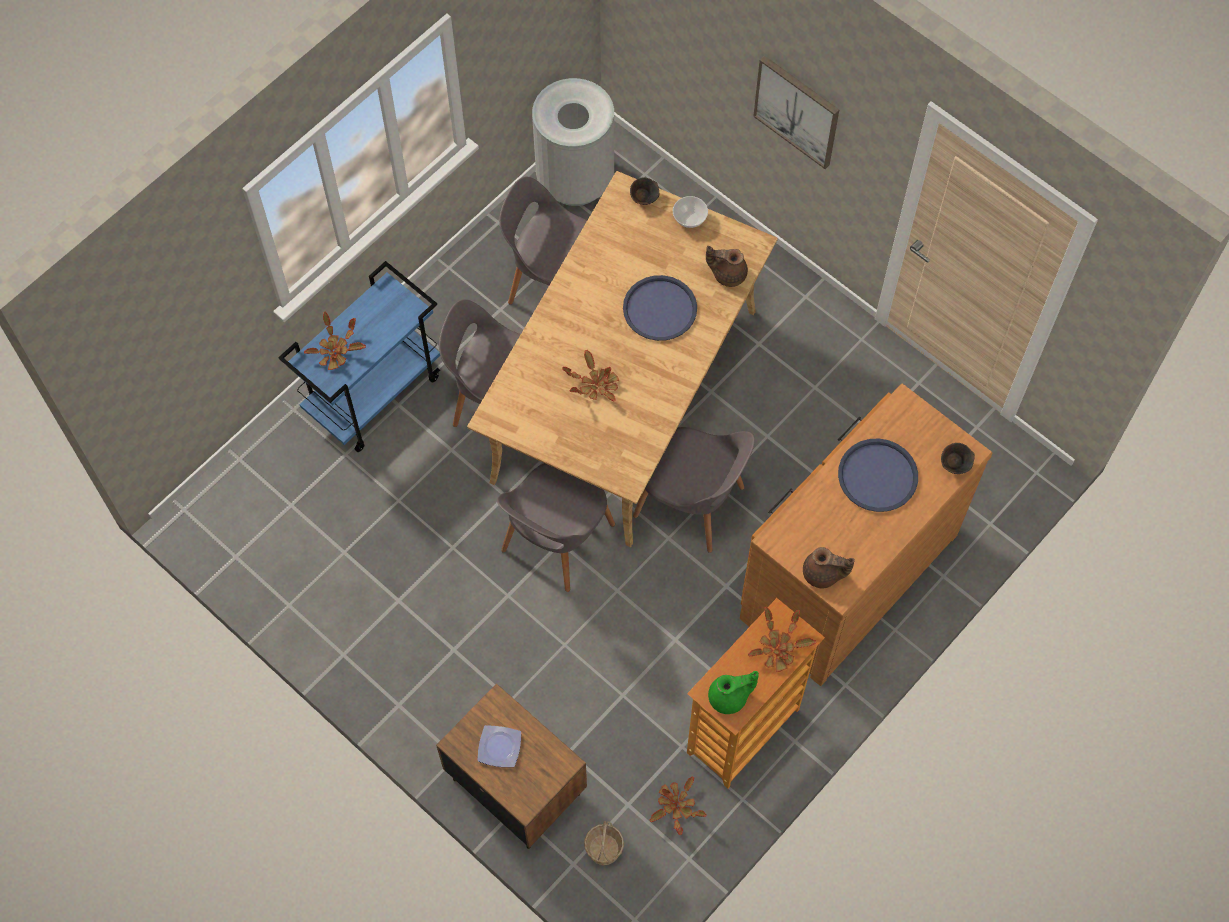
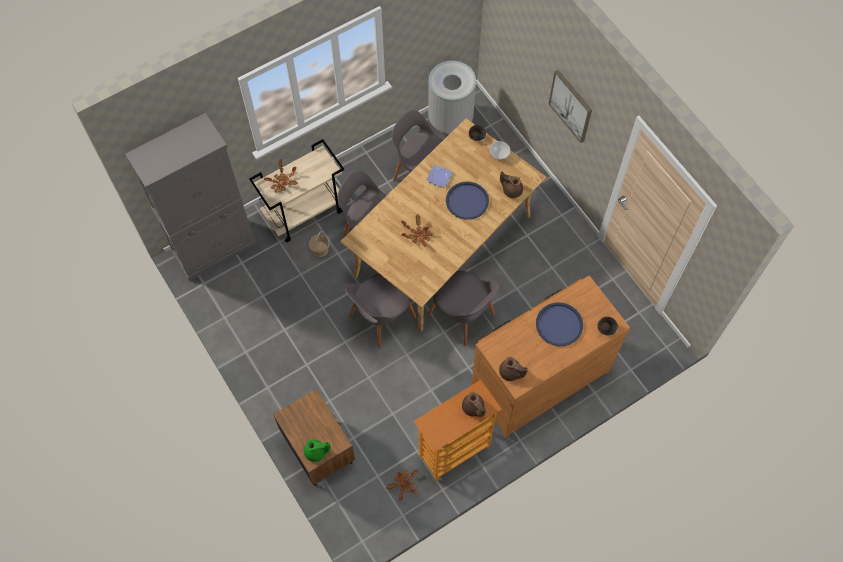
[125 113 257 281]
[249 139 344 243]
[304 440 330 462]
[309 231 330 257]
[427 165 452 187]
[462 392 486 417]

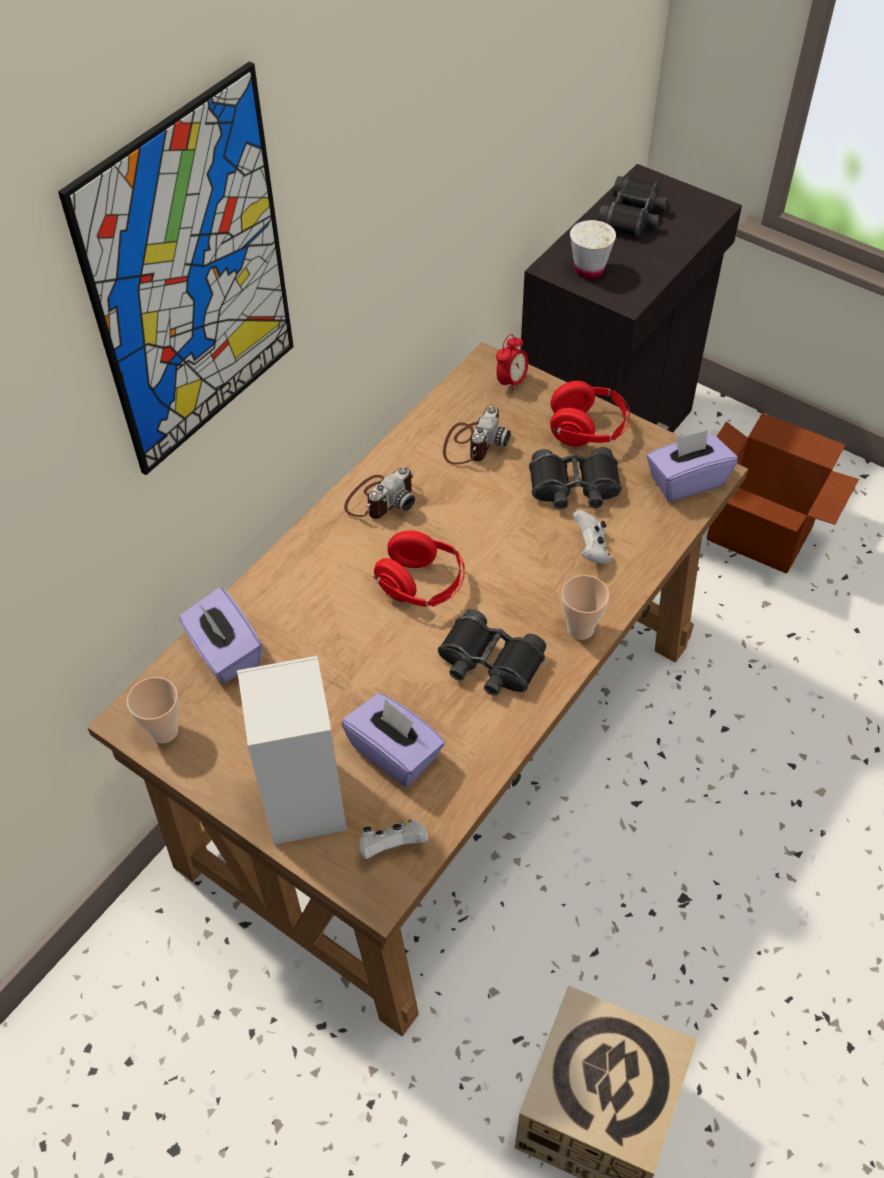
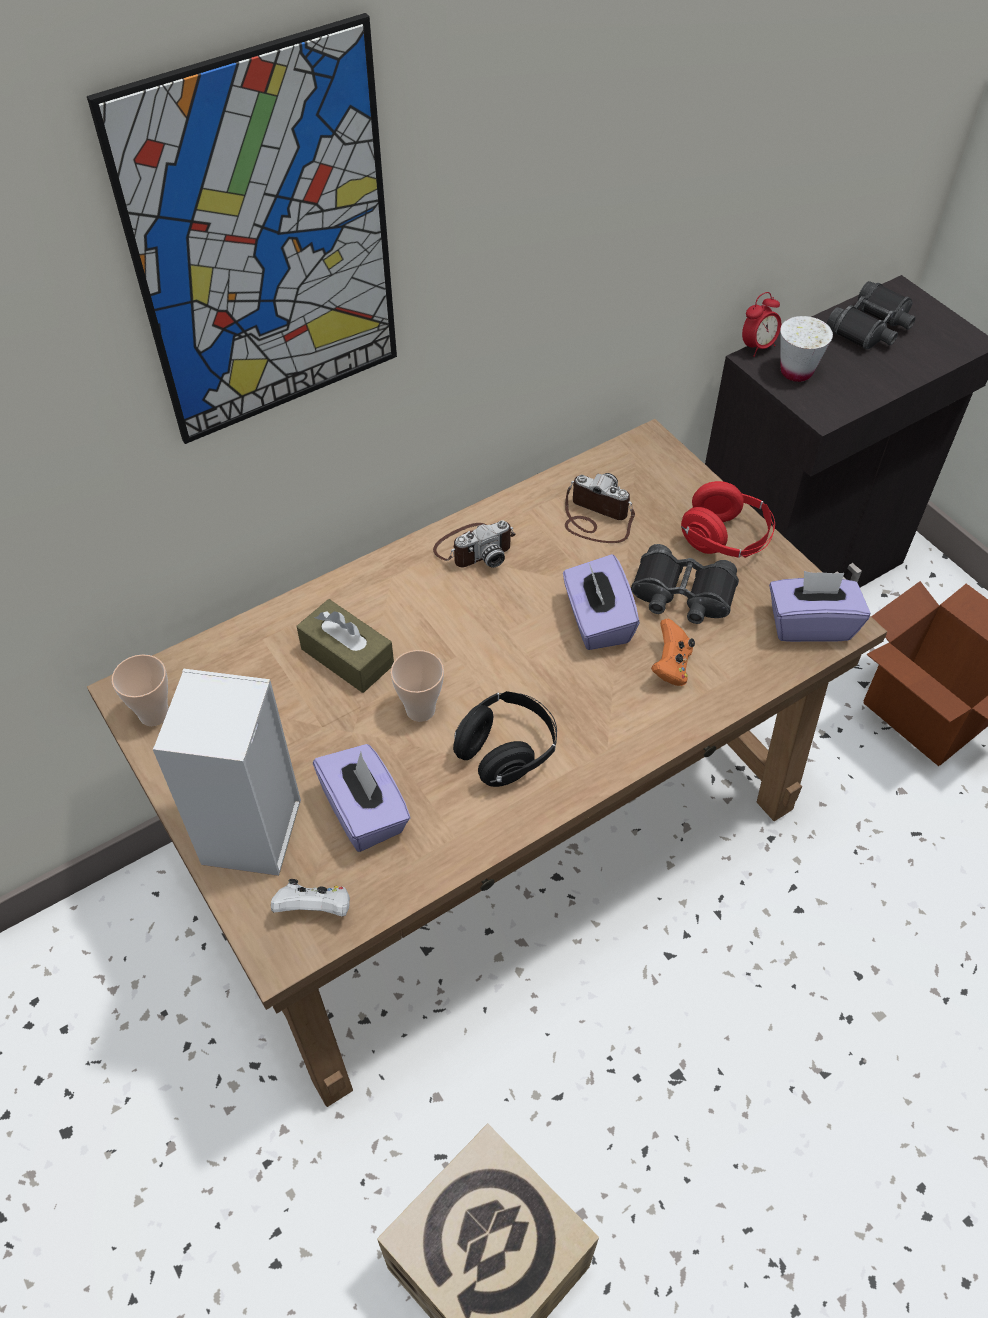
[297 599 394 693]
[391 650 444 722]
[453 691 557 787]
[563 554 640 650]
[565 473 635 543]
[651 619 695 686]
[742 292 781 357]
[373 531 465 607] (first image)

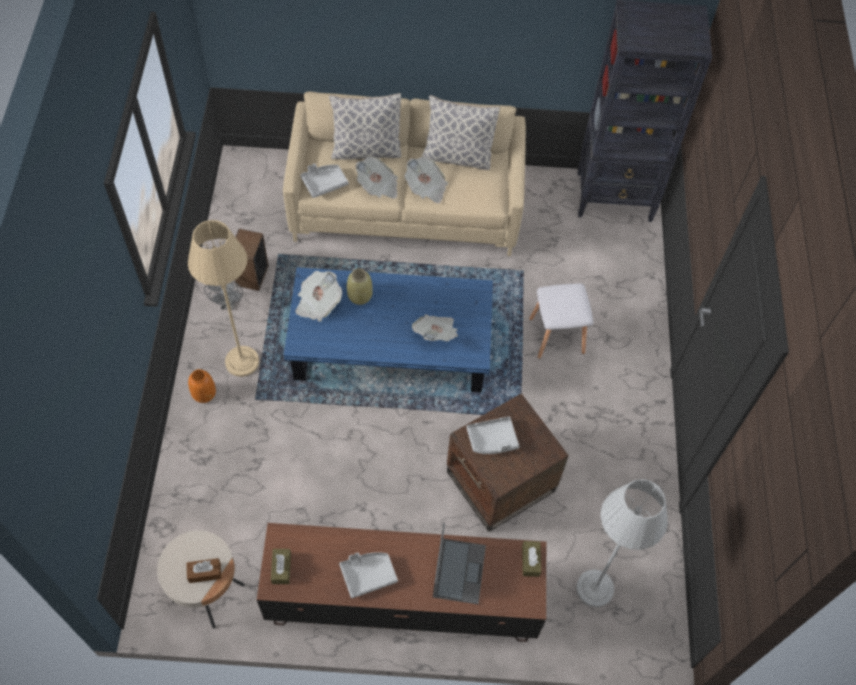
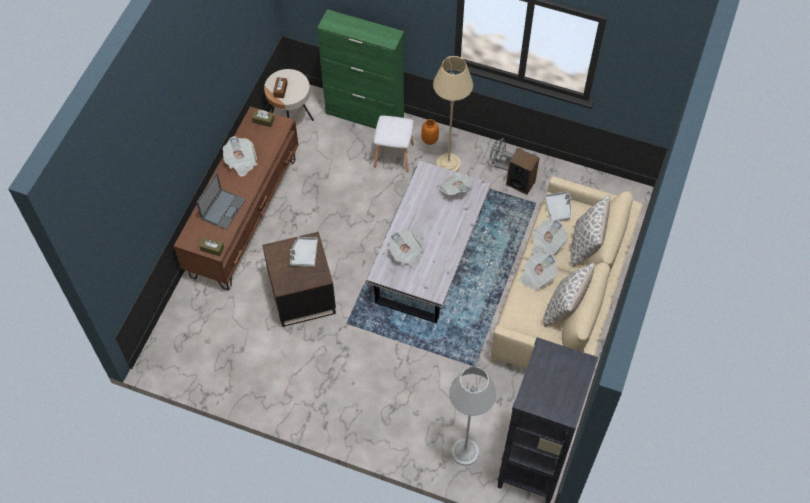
[196 173 246 230]
[223 136 257 177]
[317 9 404 129]
[367 161 491 323]
[374 115 414 172]
[449 366 496 466]
[347 268 373 305] (first image)

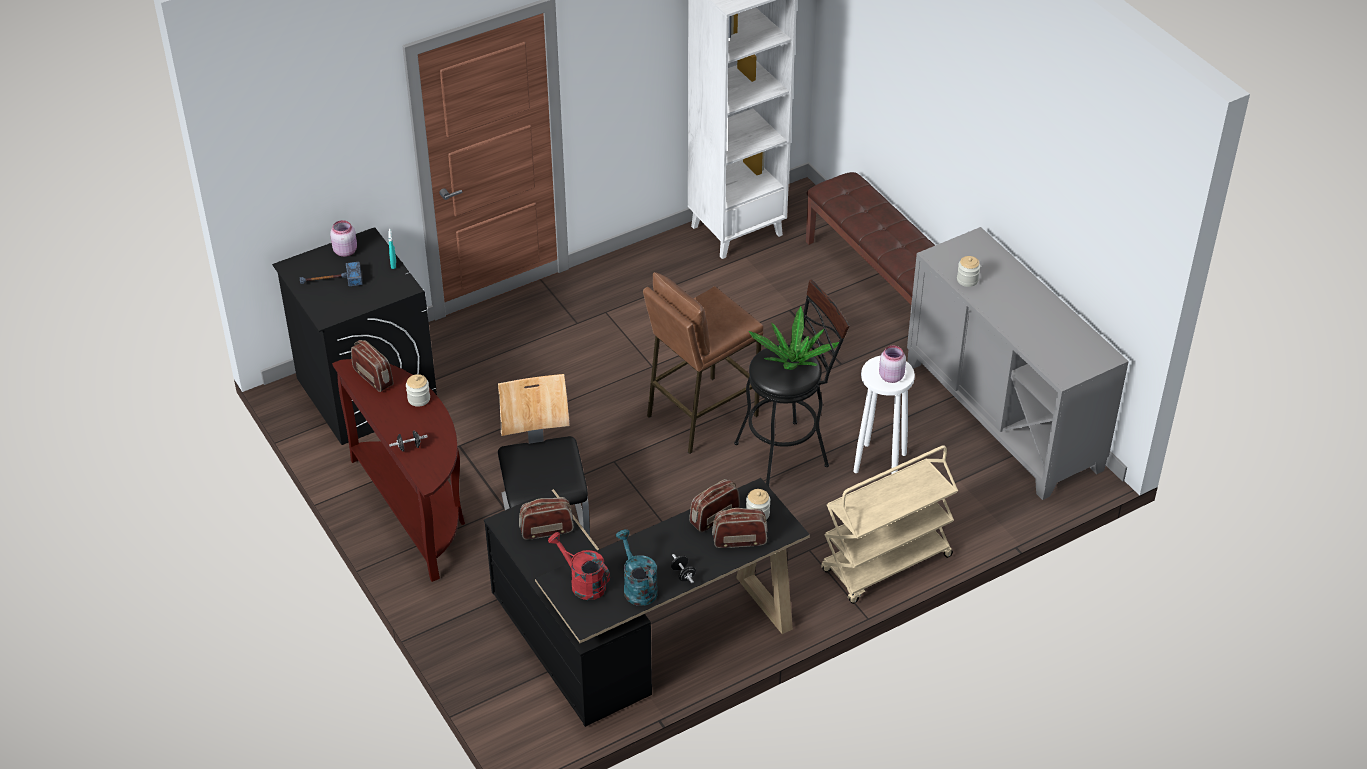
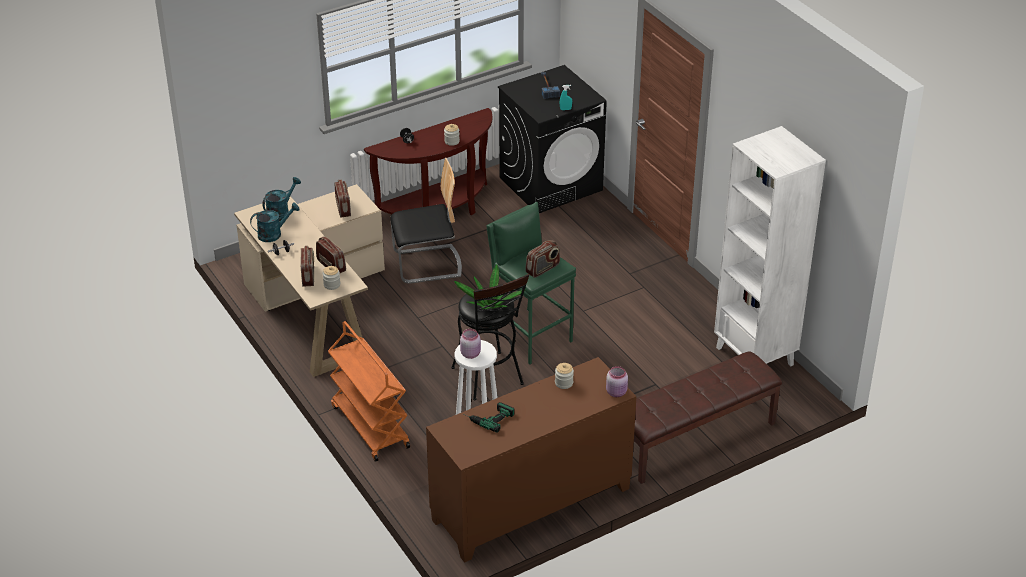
[234 184 385 377]
[262 177 301 221]
[328 321 410 462]
[426 357 637 563]
[463 402 515 433]
[487 202 576 365]
[525 240 560 278]
[606 366 628 397]

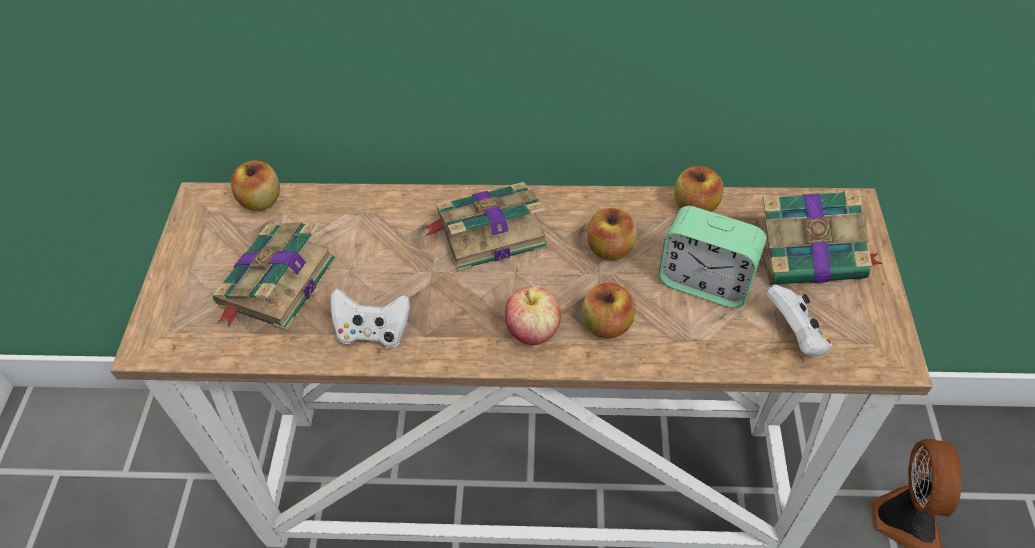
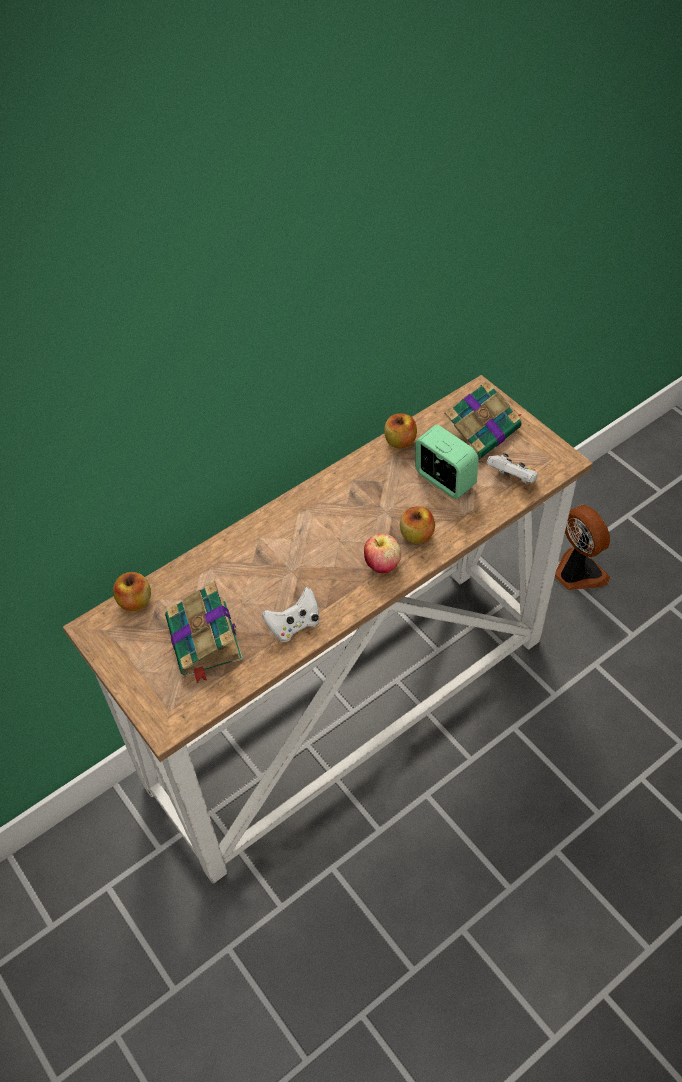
[415 425 479 499]
[423 182 547 272] (first image)
[587 208 637 260] (first image)

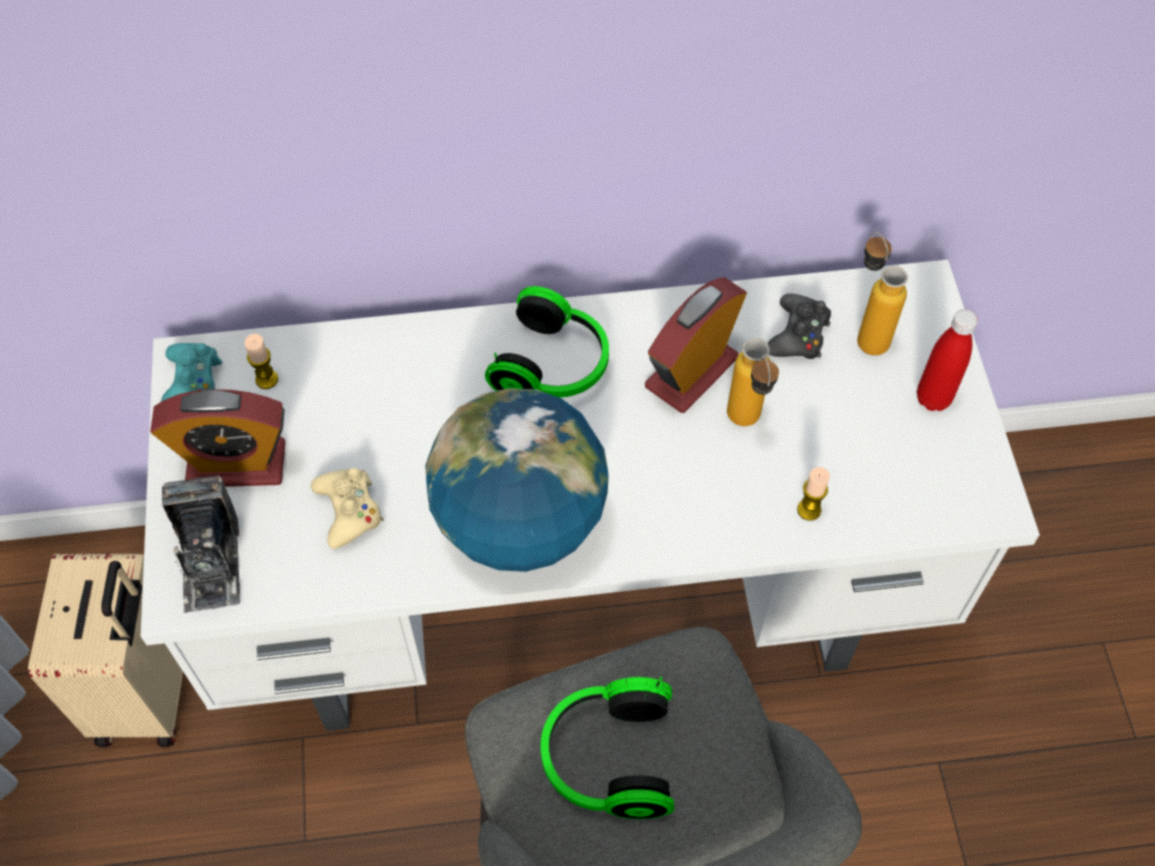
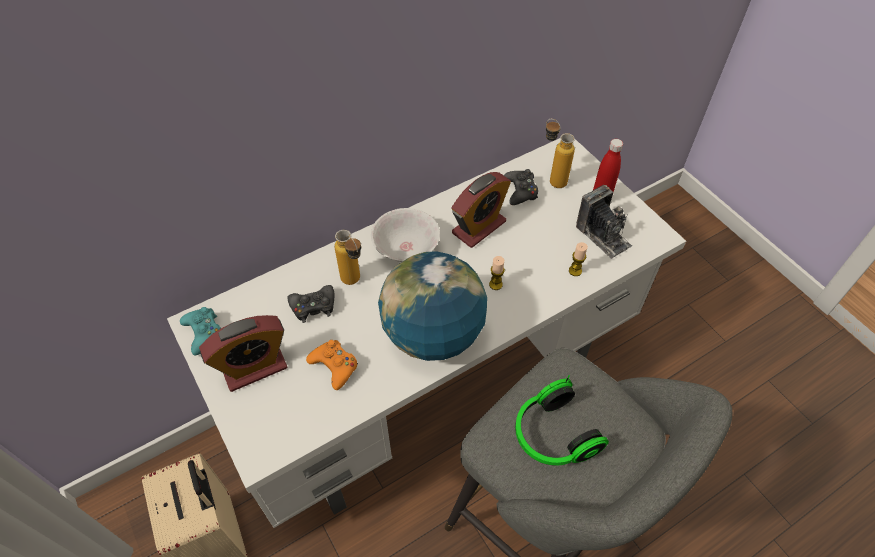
[287 285 335 323]
[306 340 358 390]
[334 230 361 285]
[371 208 440 262]
[451 172 511 248]
[489 256 505 290]
[576 185 632 259]

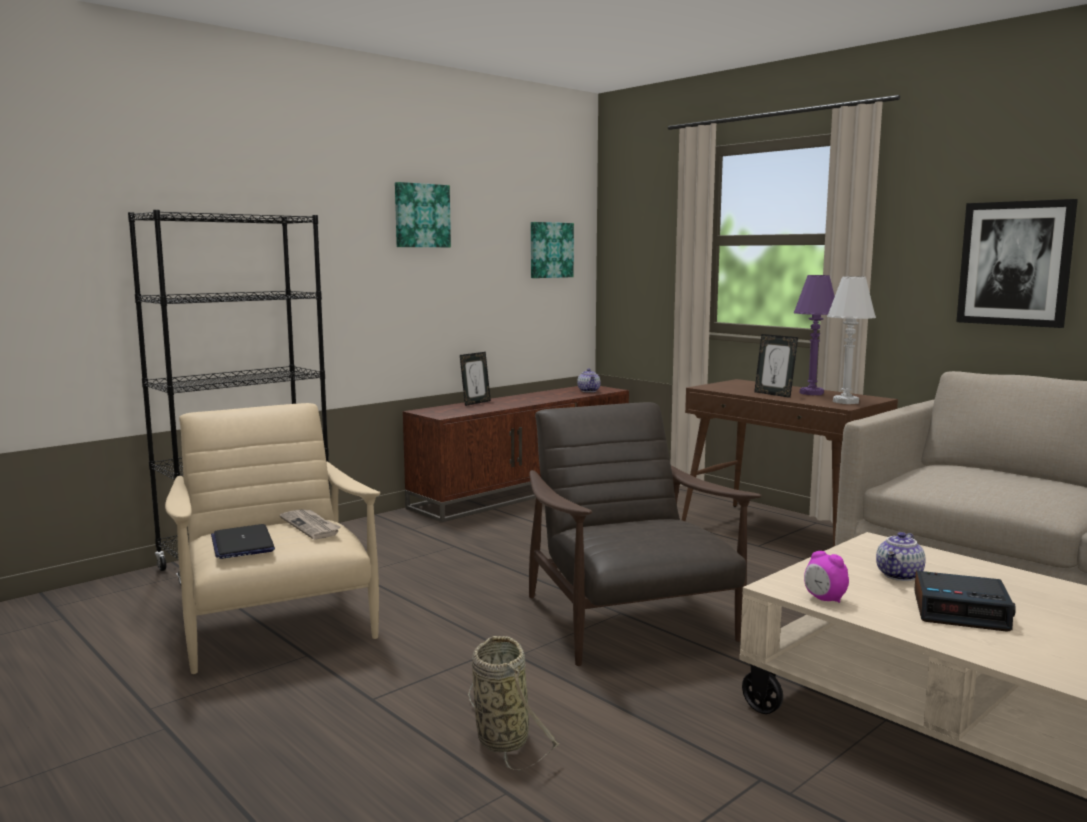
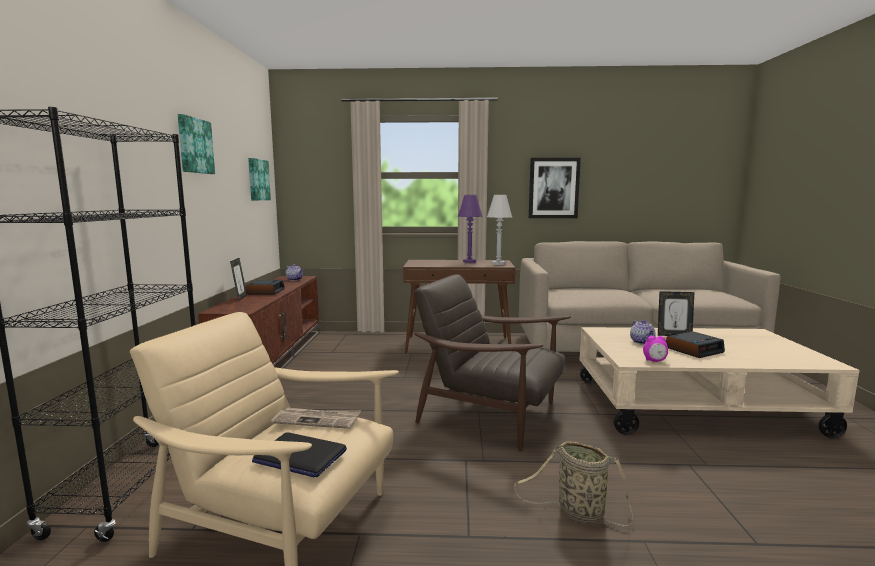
[246 280 285 295]
[658 291 694 336]

